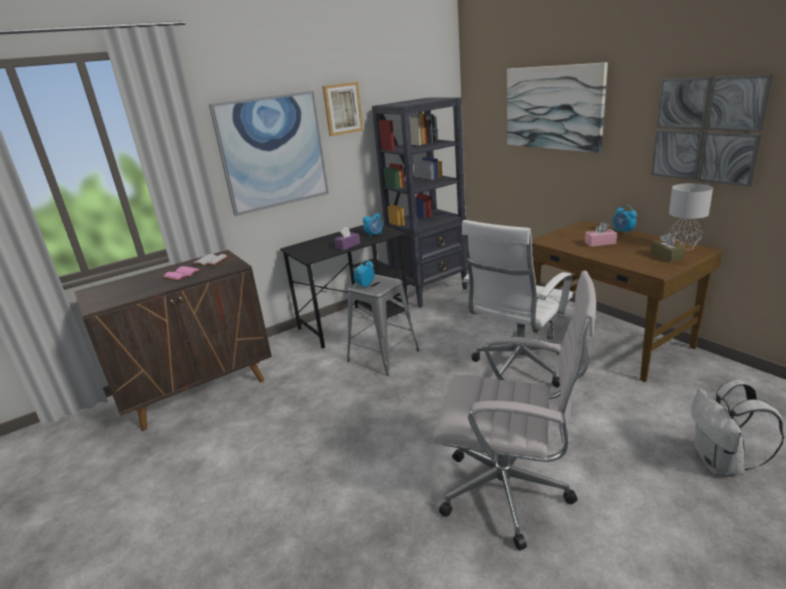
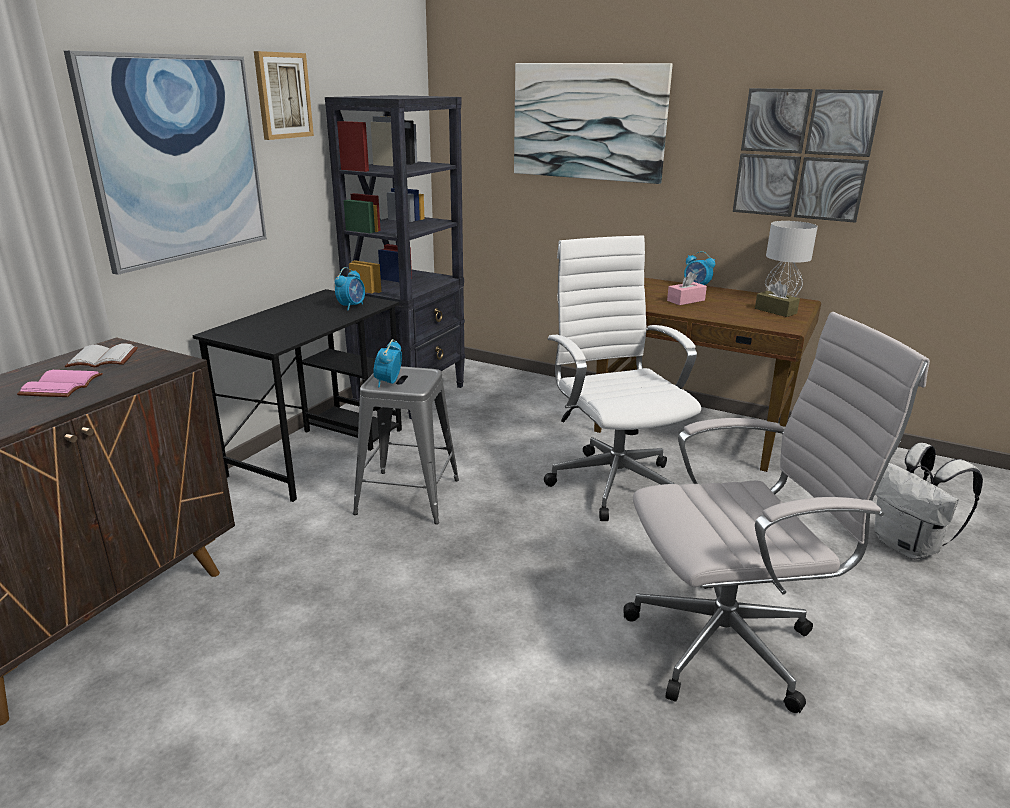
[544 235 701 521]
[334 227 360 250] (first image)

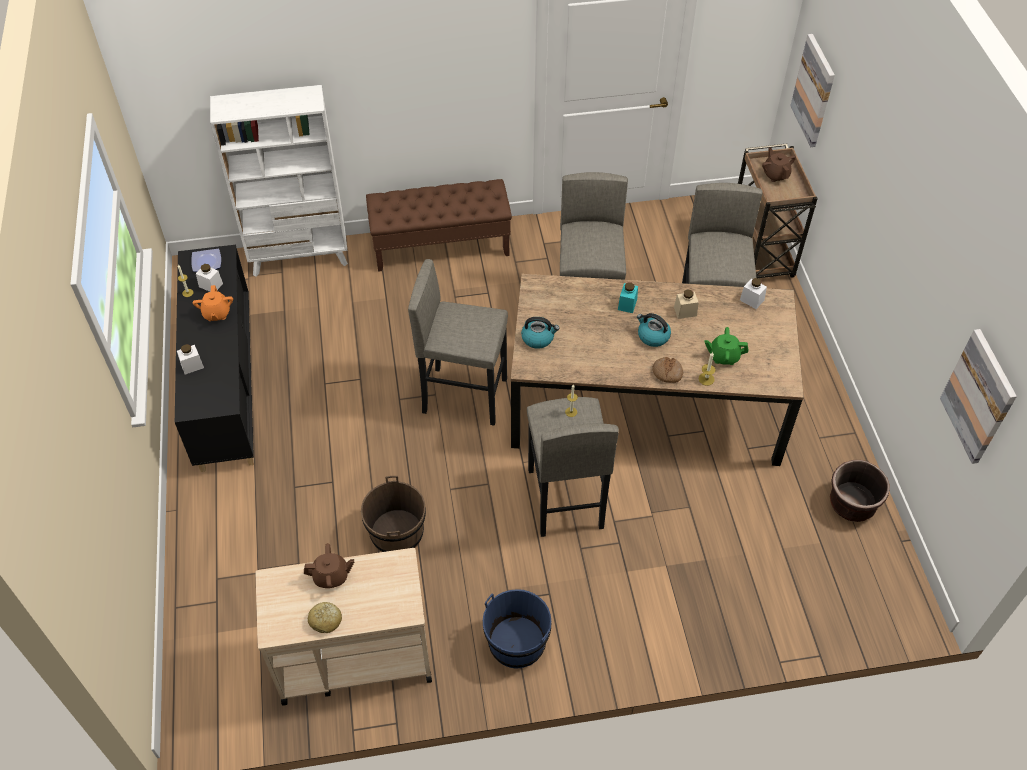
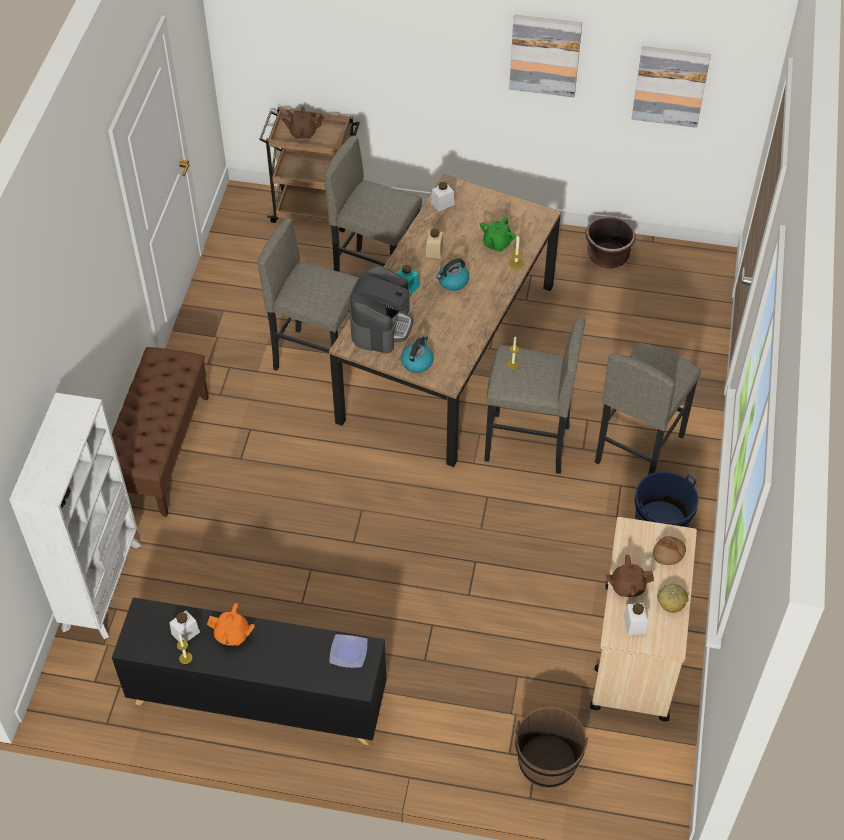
[329 634 368 668]
[350 266 413 354]
[509 14 582 97]
[515 707 588 788]
[595 343 701 475]
[605 555 654 597]
[624 603 648 635]
[653 536 686 565]

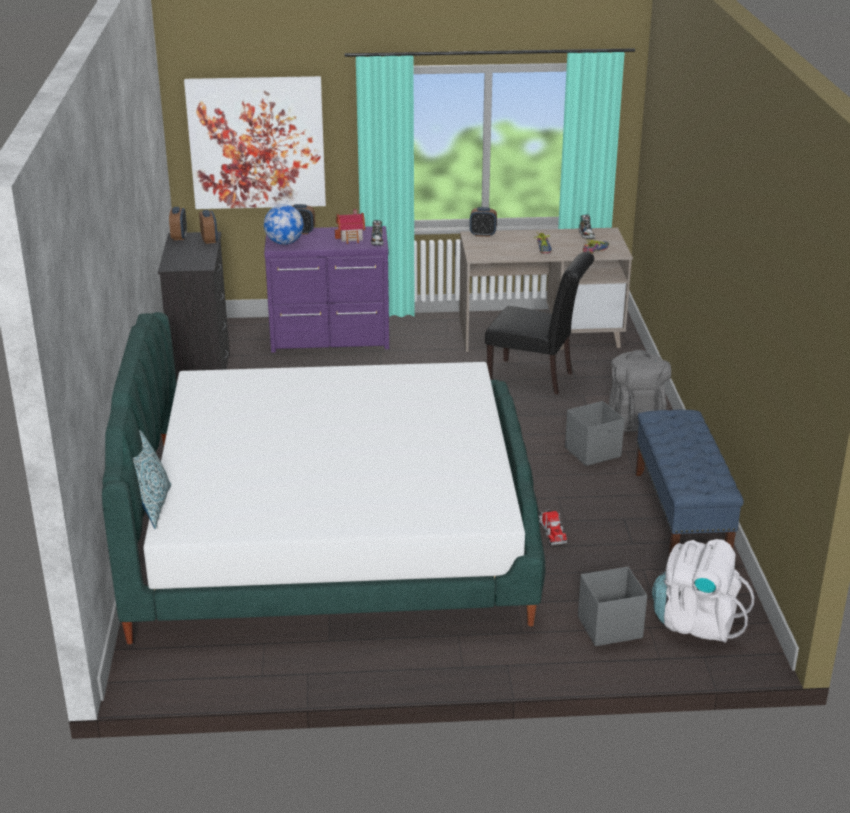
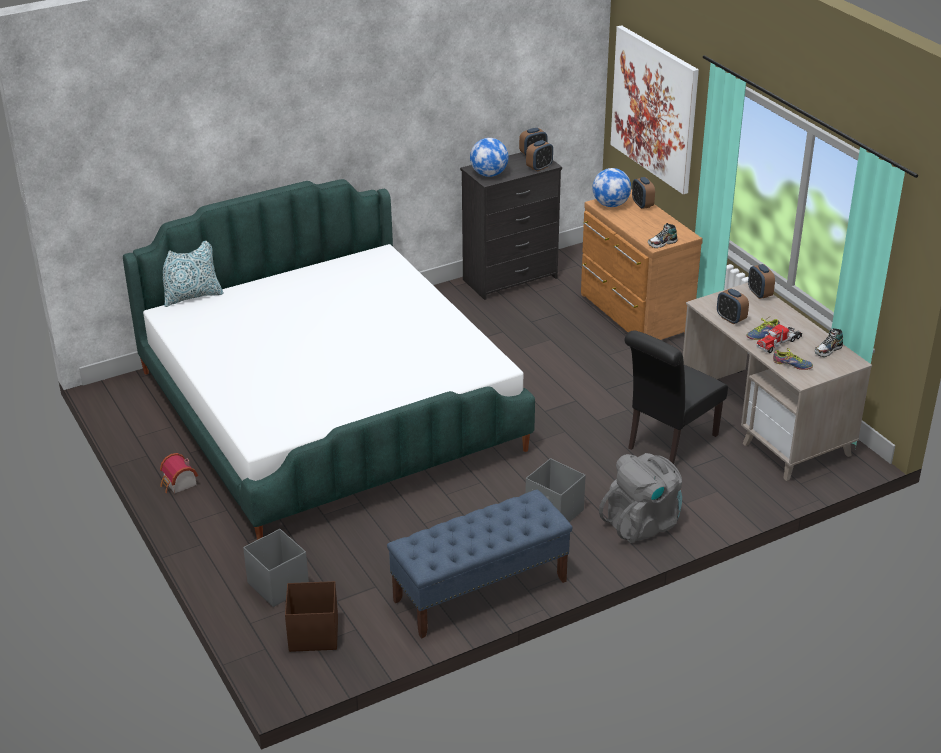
[160 453 198 493]
[285 581 338 652]
[470 138 509 177]
[581 189 703 340]
[625 331 728 464]
[717 288 749 324]
[756 324 802 353]

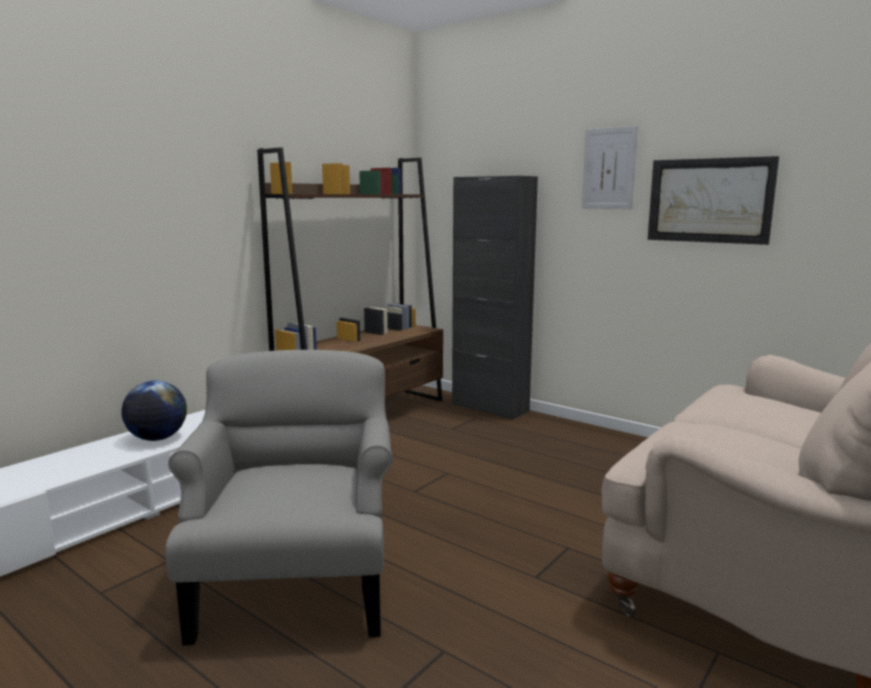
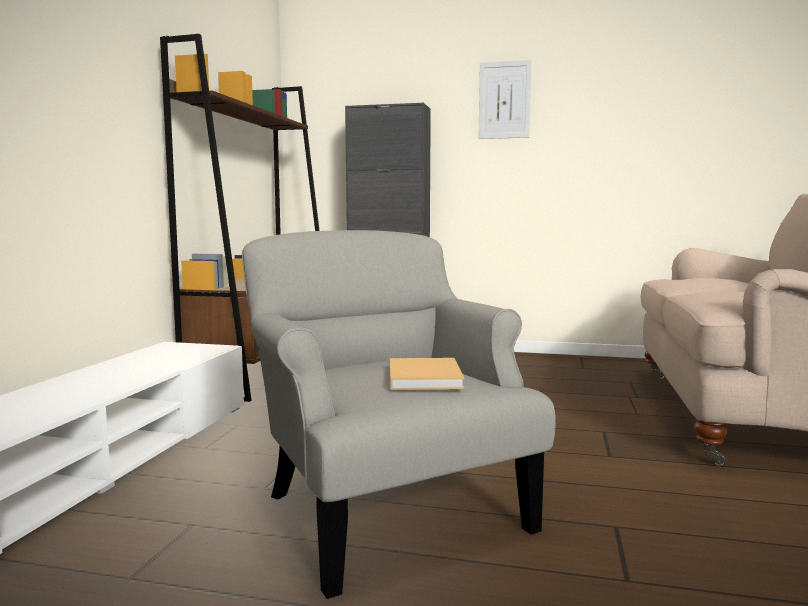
[390 358 465 390]
[121 381 187 441] (first image)
[648 156 779 245] (first image)

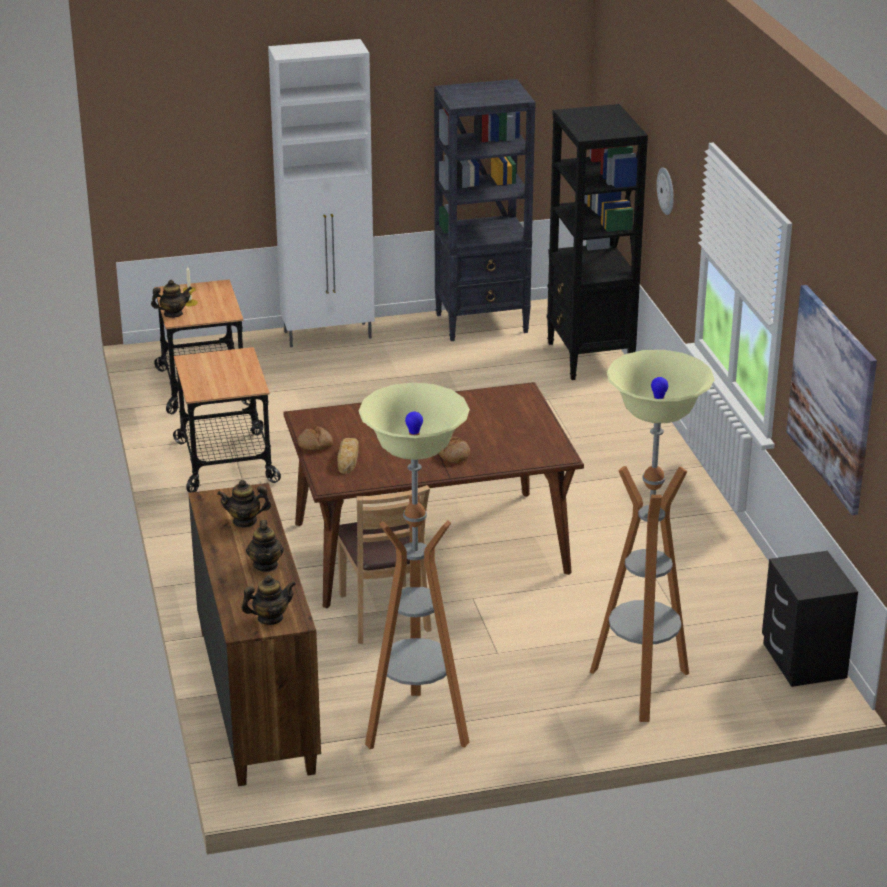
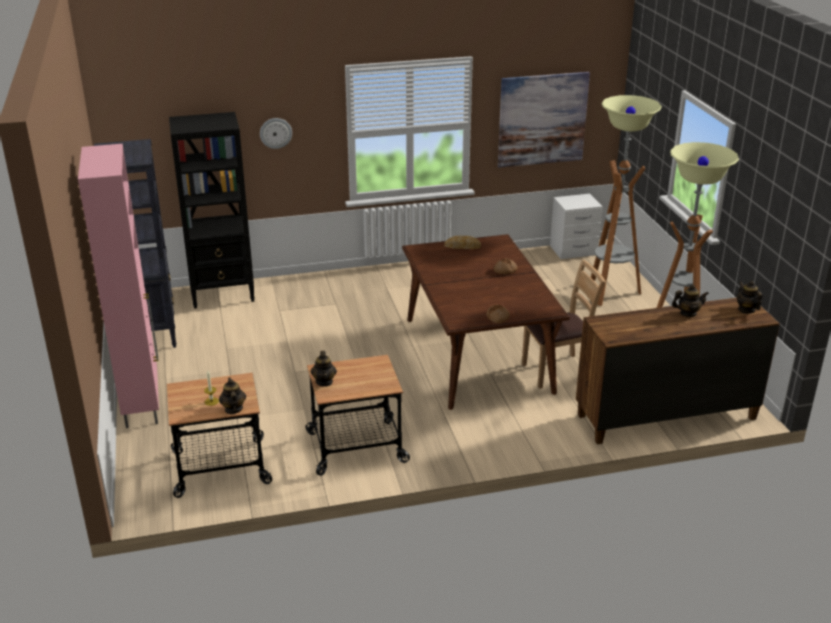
[78 144 159 428]
[311 351 337 387]
[445 236 481 249]
[550 194 603 259]

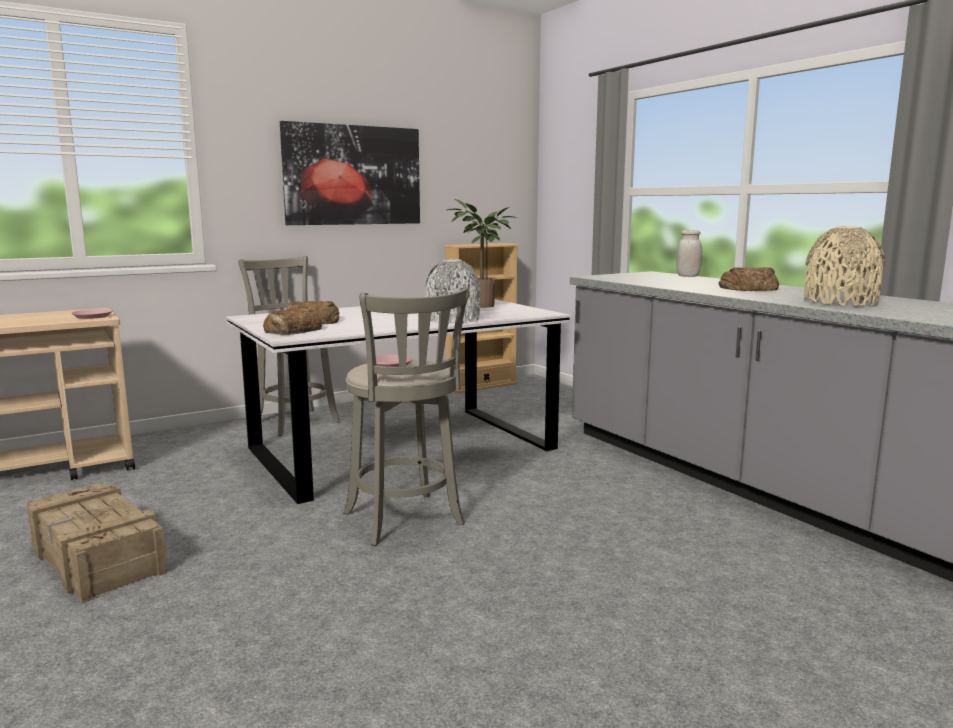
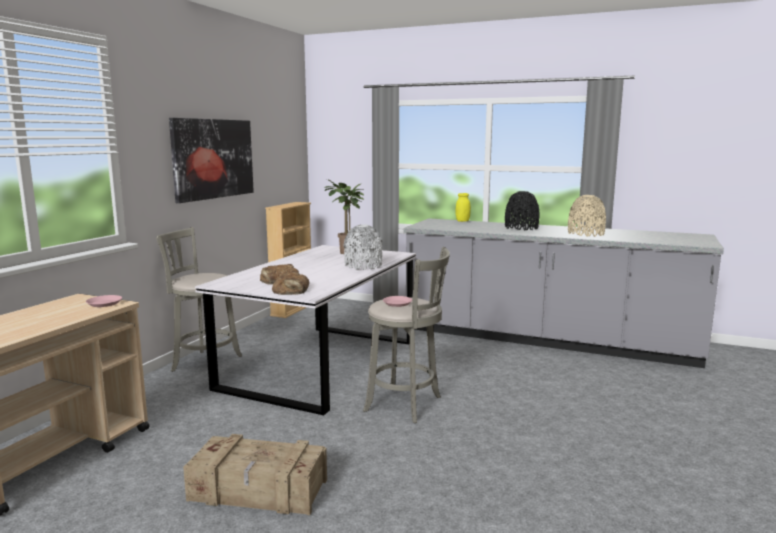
[456 193 471 222]
[505 191 539 230]

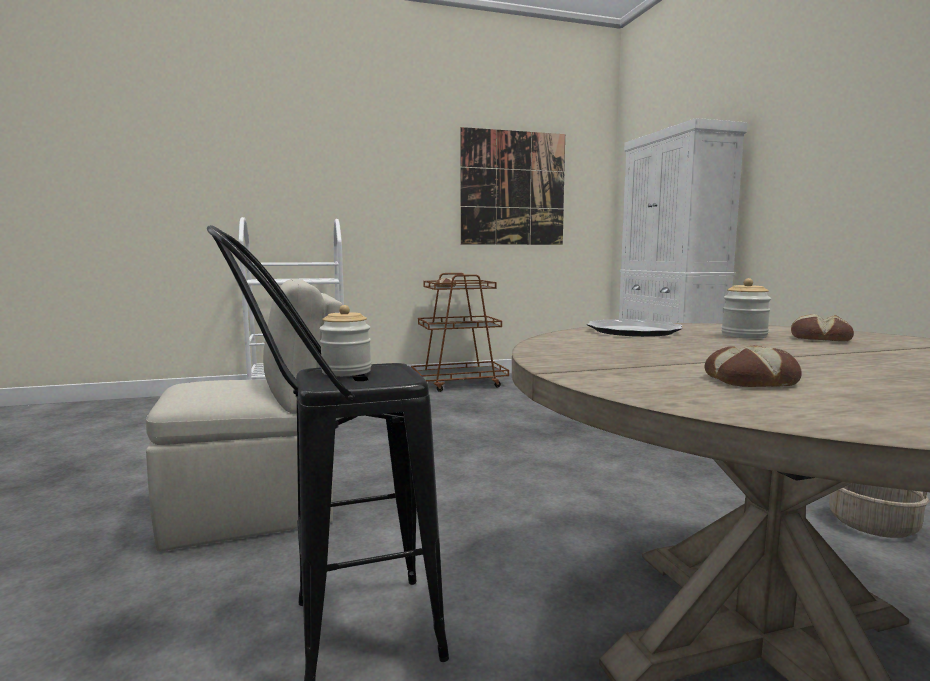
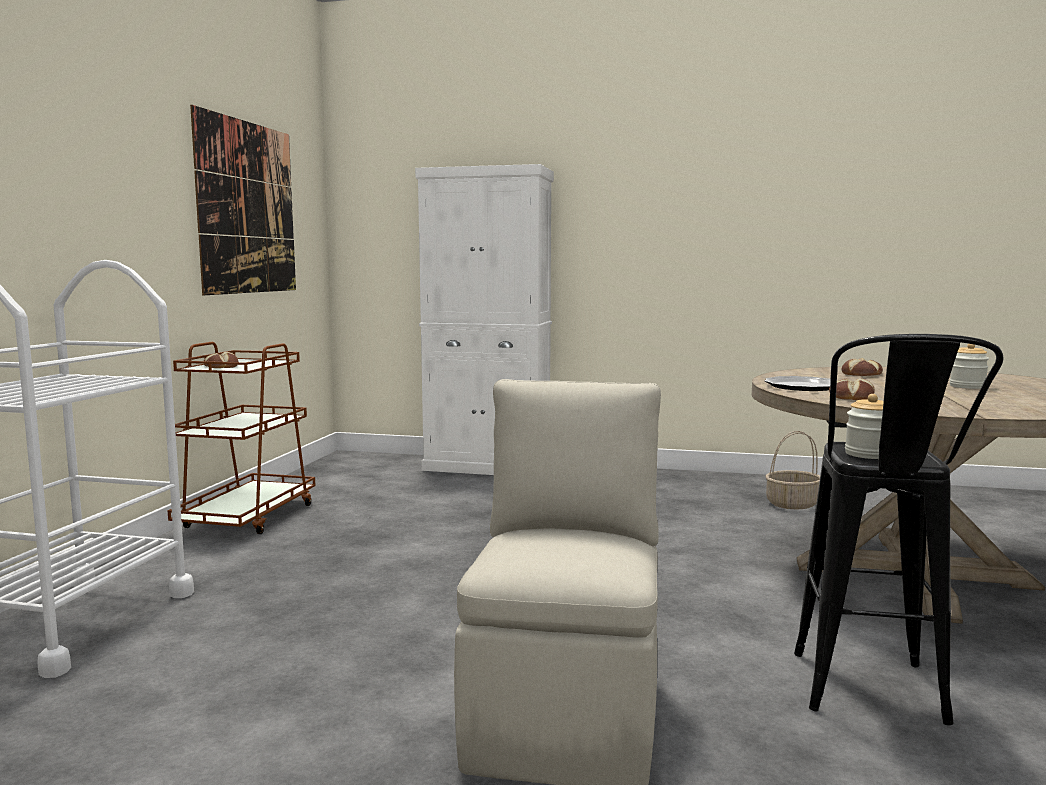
[829 378 875 400]
[950 344 989 389]

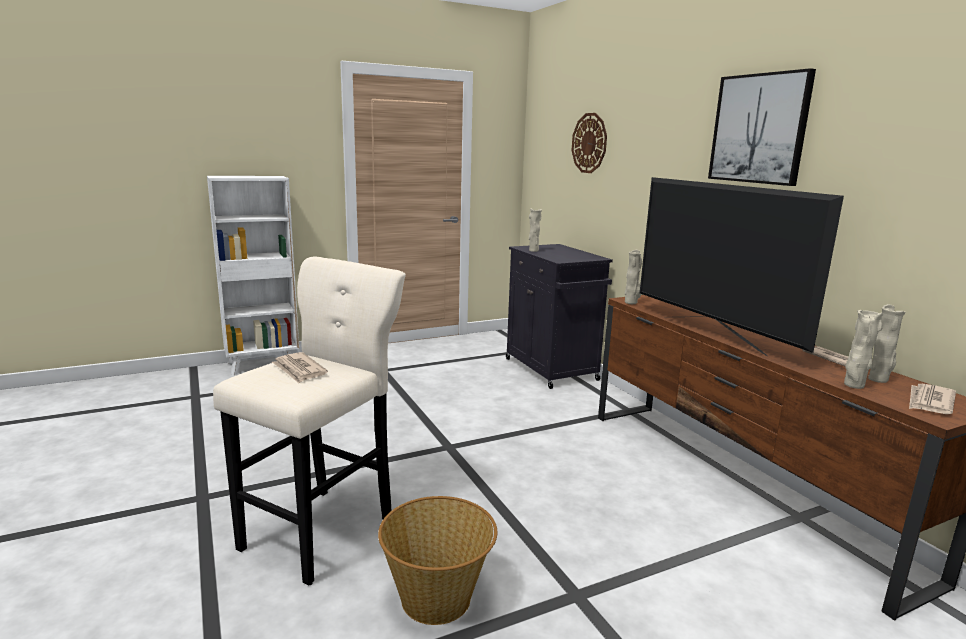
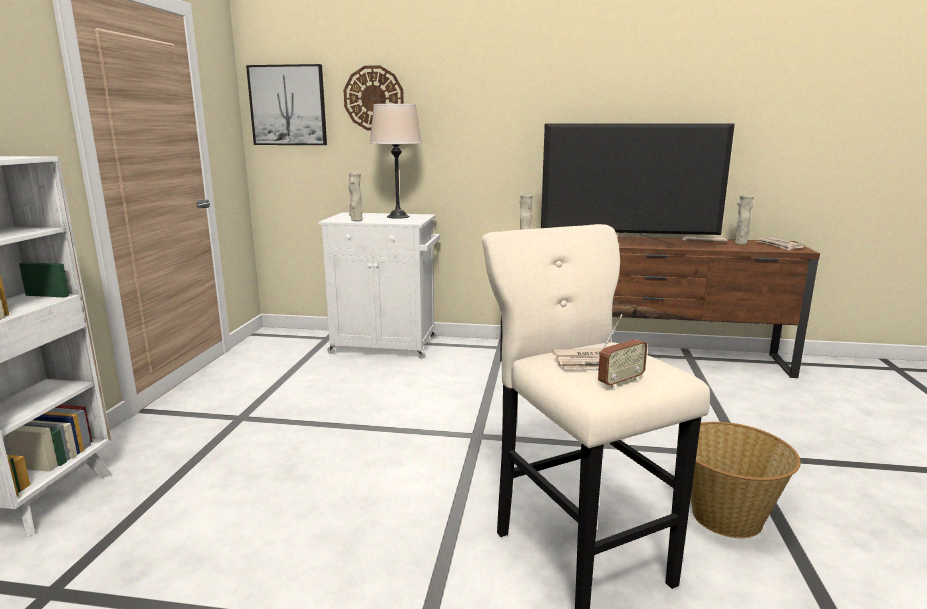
[246 64 327 145]
[318 212 440 359]
[370 104 422 219]
[598 314 647 388]
[844 310 883 389] (first image)

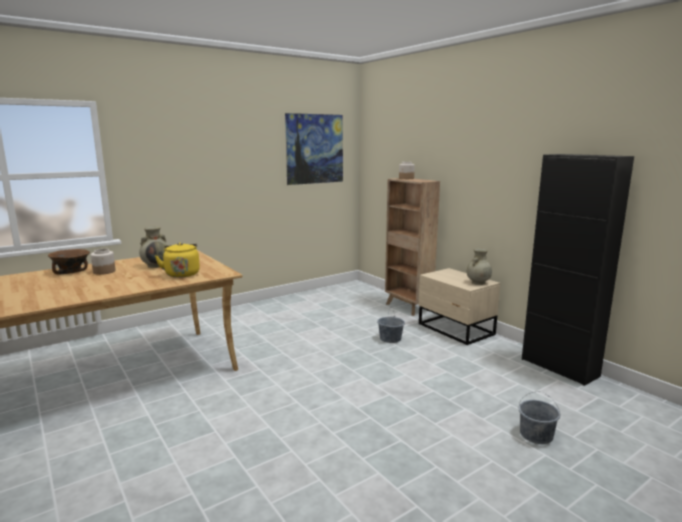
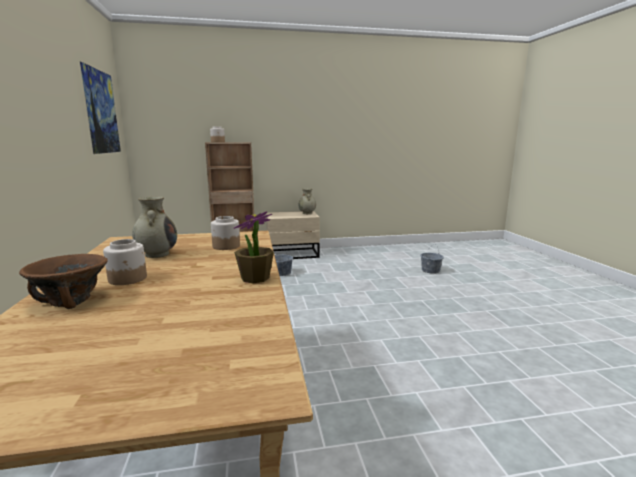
[211 216 240 250]
[233 212 274 283]
[522 154 634 386] (first image)

